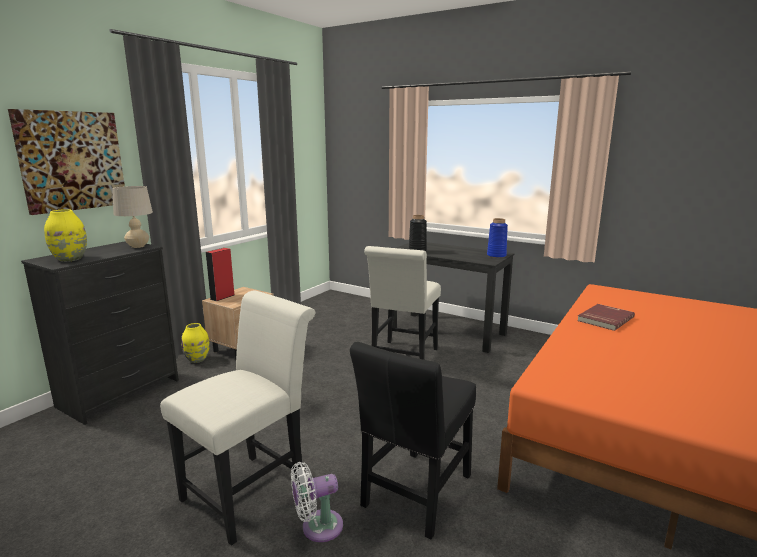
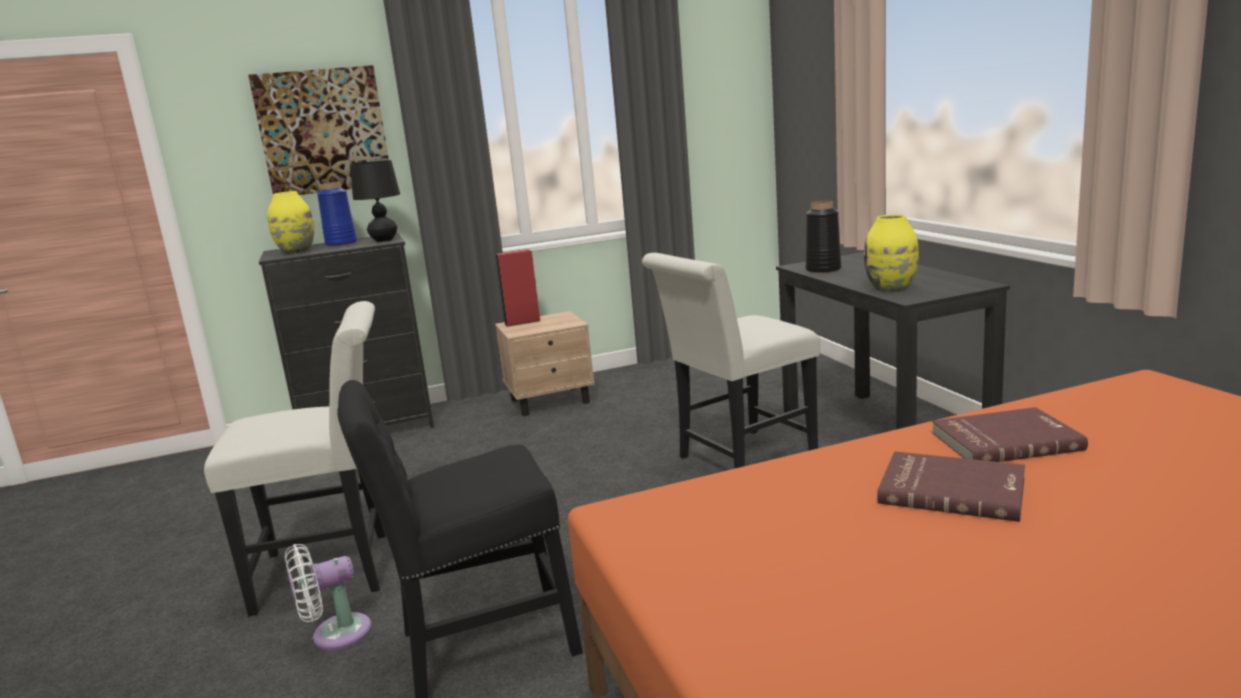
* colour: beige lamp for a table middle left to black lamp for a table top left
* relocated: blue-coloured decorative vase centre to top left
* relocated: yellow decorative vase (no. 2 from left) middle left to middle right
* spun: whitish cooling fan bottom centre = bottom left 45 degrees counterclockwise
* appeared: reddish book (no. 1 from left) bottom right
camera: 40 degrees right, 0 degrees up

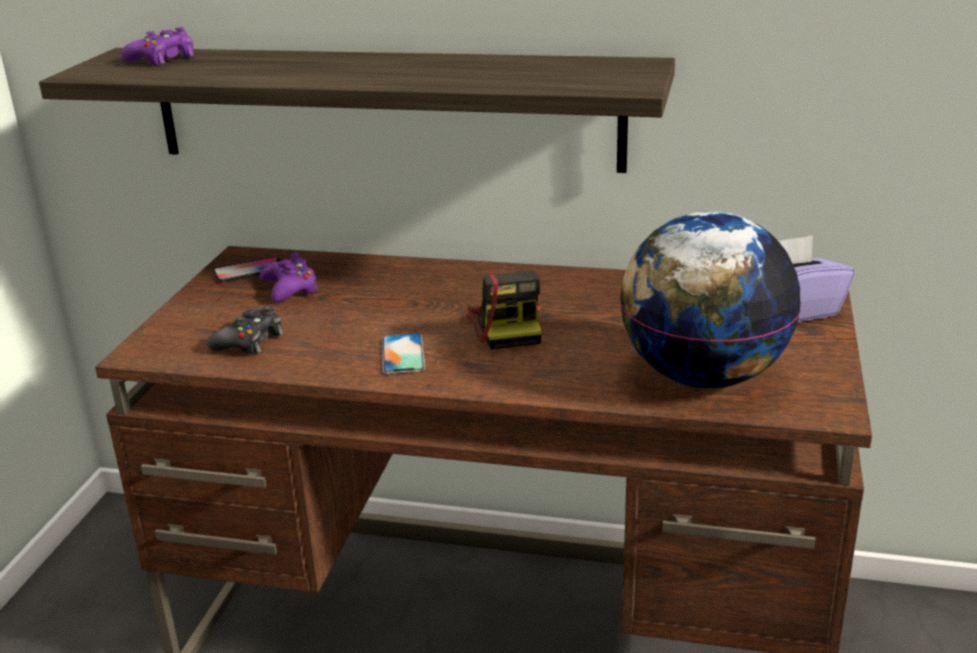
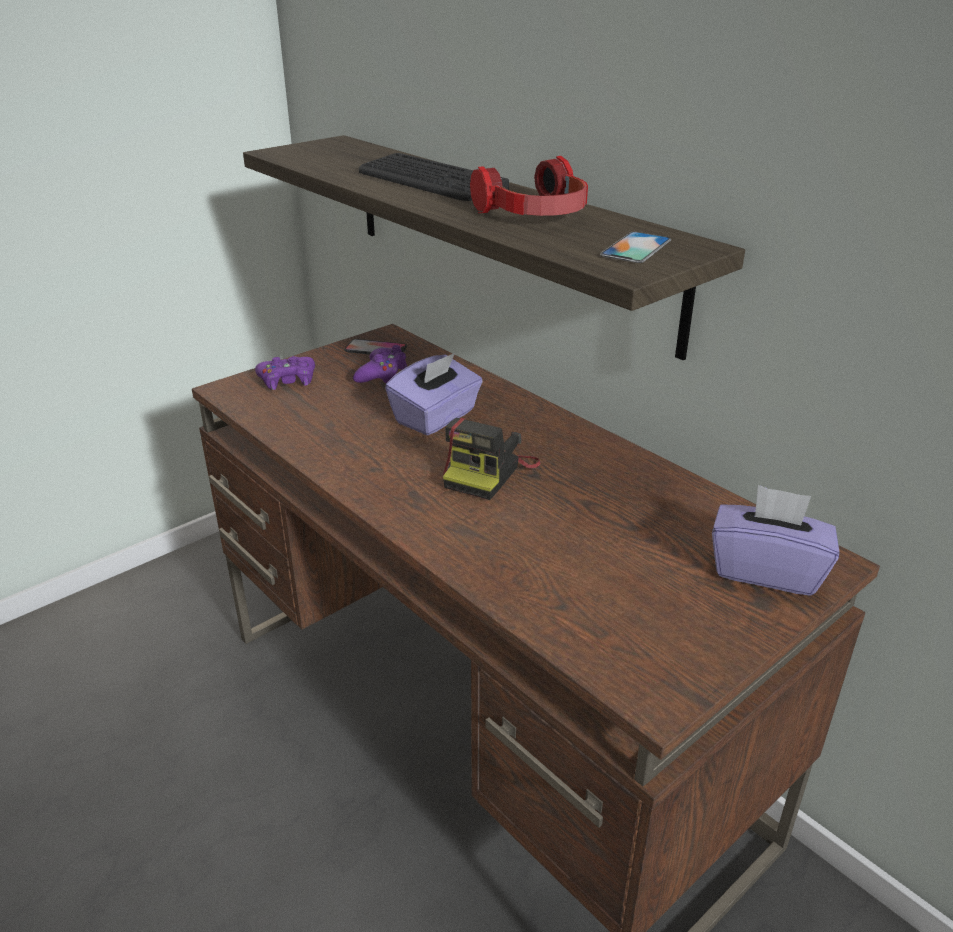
* relocated: purplish gamepad (no. 1 from left) top left to middle left
* missing: globe middle right
* missing: black gamepad middle left
* relocated: telephone (no. 2 from left) centre to top centre
* appeared: PC keyboard top centre
* appeared: headphones top centre
* appeared: purplish tissue box (no. 1 from left) centre
camera: 35 degrees right, 5 degrees up

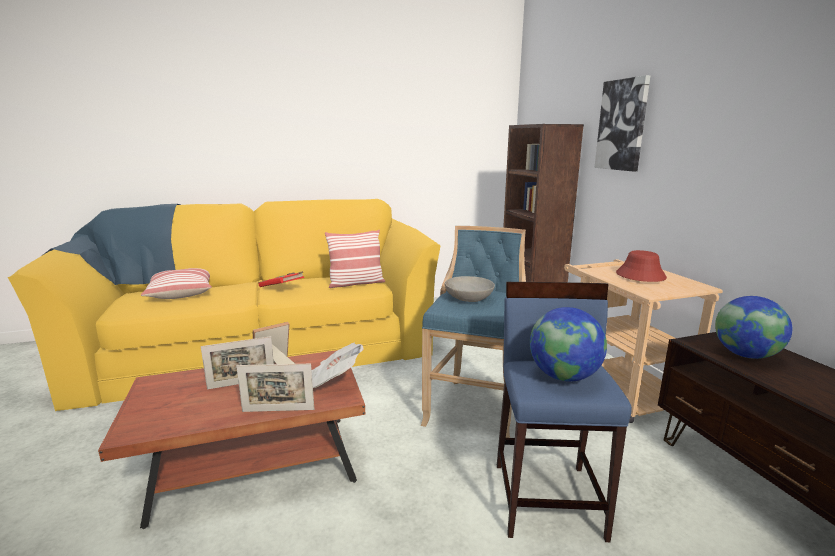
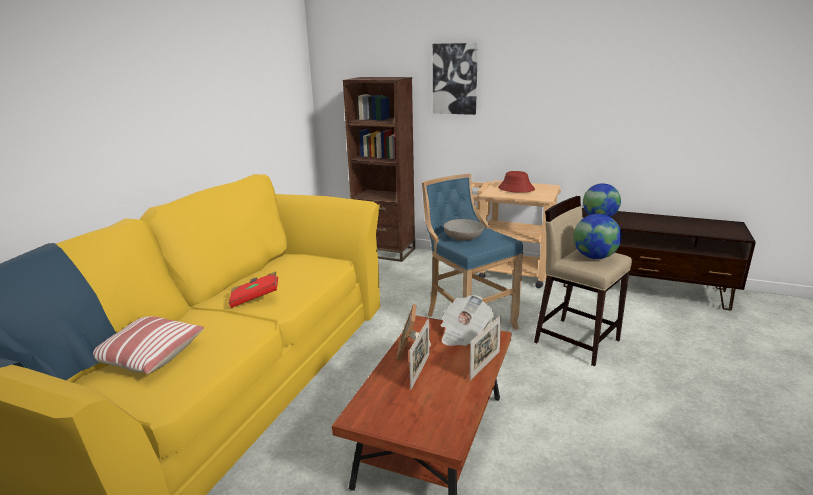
* missing: cushion (no. 2 from left) centre
* colour: blue-coloured sitting stool (no. 2 from left) bottom right to beige sitting stool middle right
camera: 50 degrees left, 5 degrees up

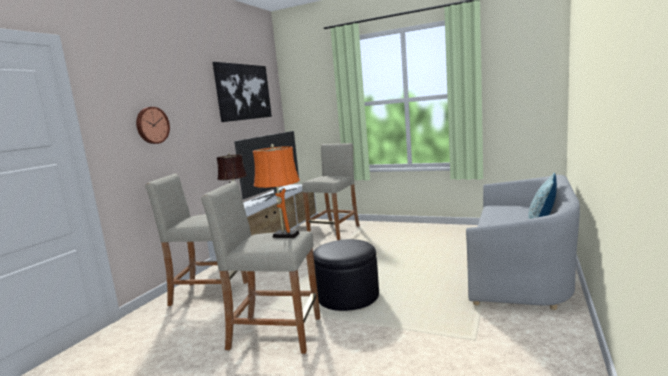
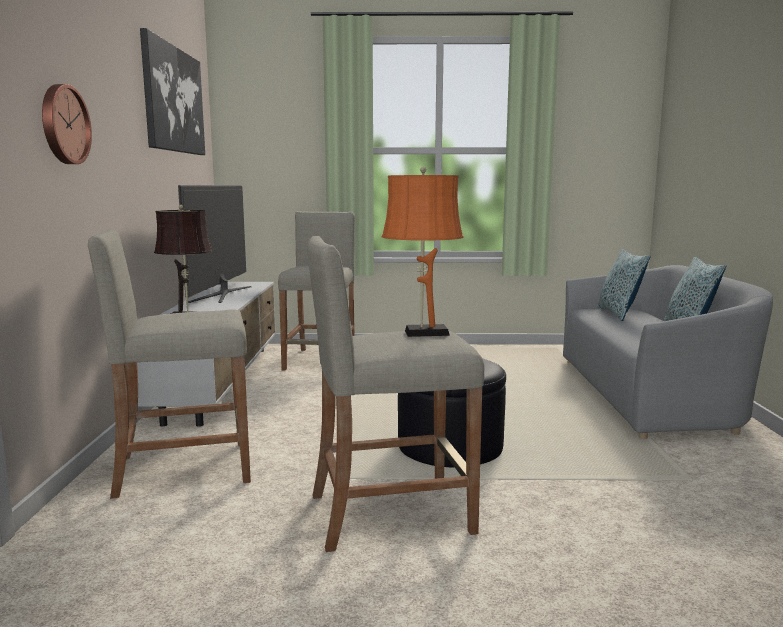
* appeared: cushion (no. 1 from left) middle right
camera: 25 degrees left, 0 degrees up

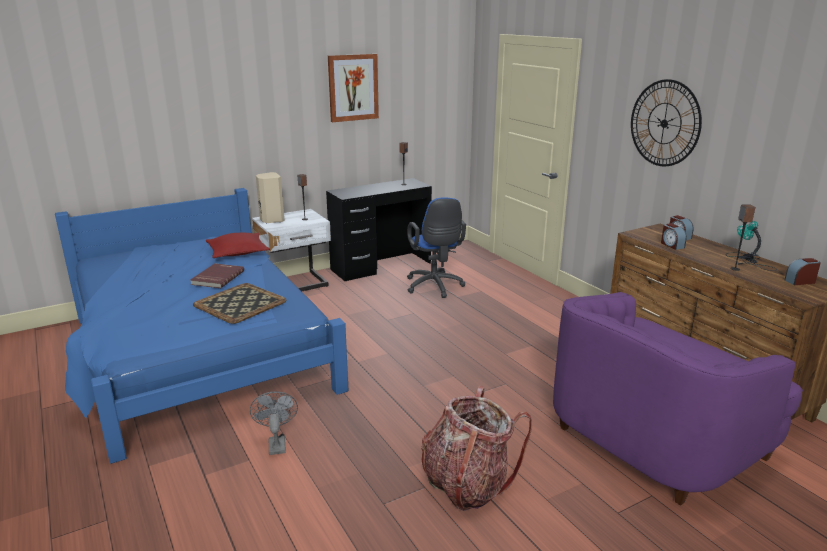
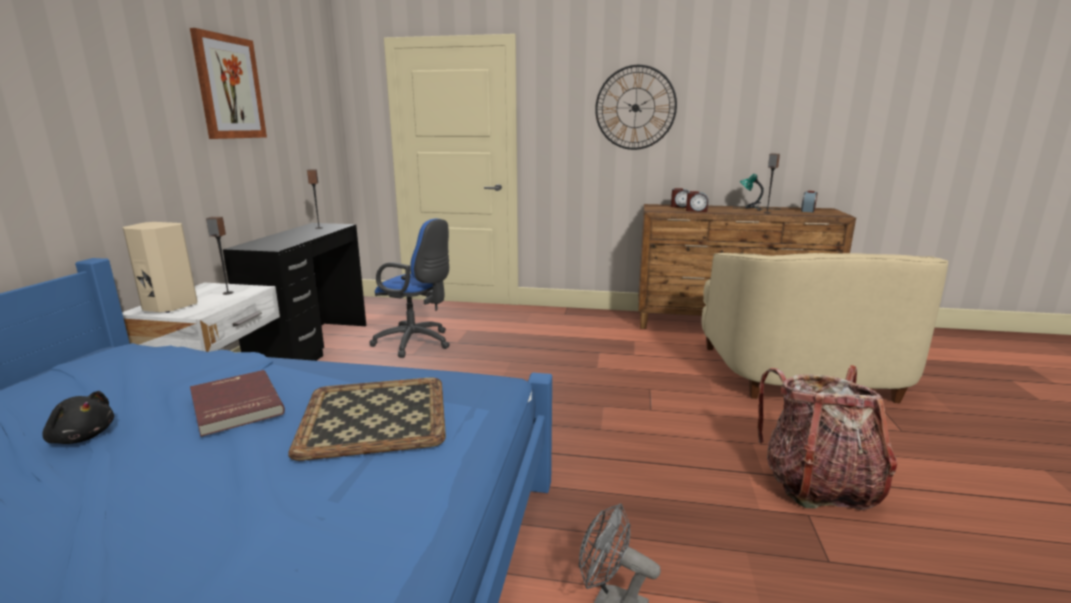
* missing: reddish cushion middle left
* colour: purplish lounge chair bottom right to beige lounge chair middle right
* appeared: black cuddly toy bottom left
camera: 50 degrees left, 5 degrees down

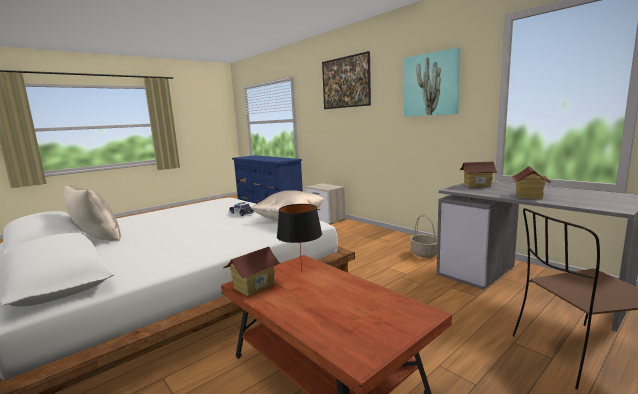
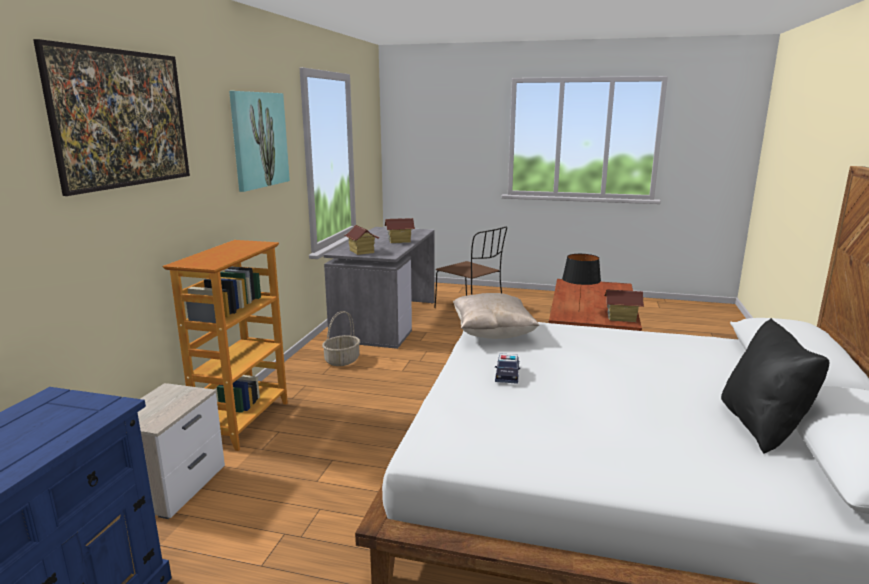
* colour: beige cushion (no. 1 from left) middle left to black cushion middle right
* appeared: bookshelf middle left
camera: 125 degrees left, 5 degrees up

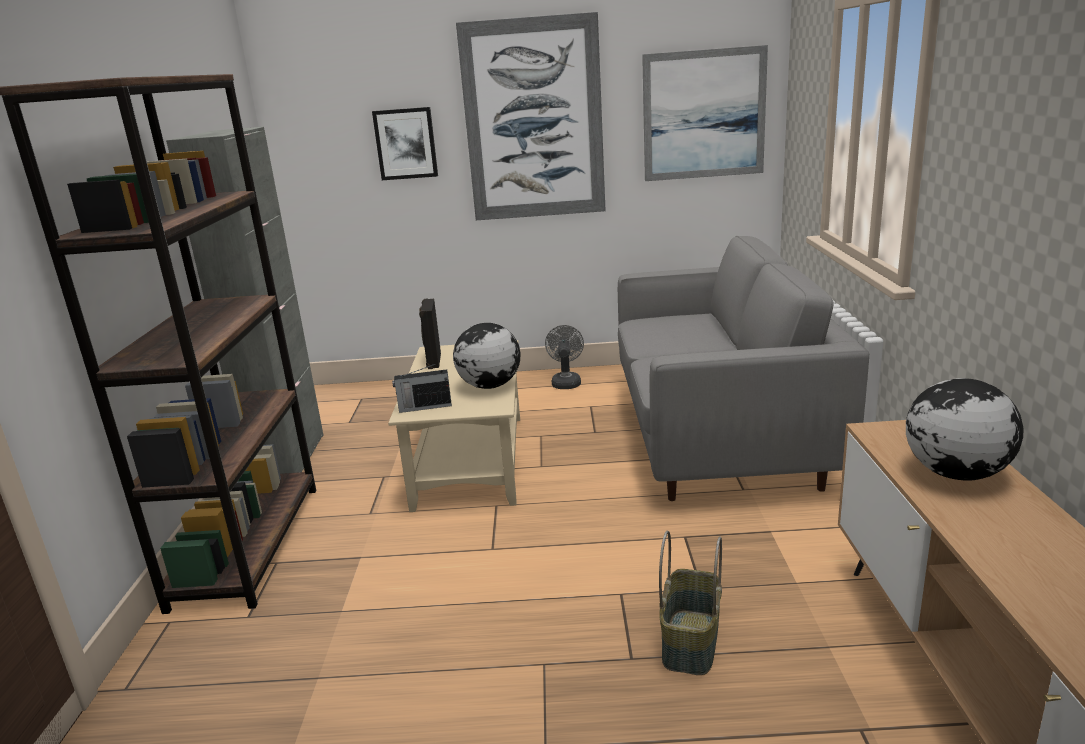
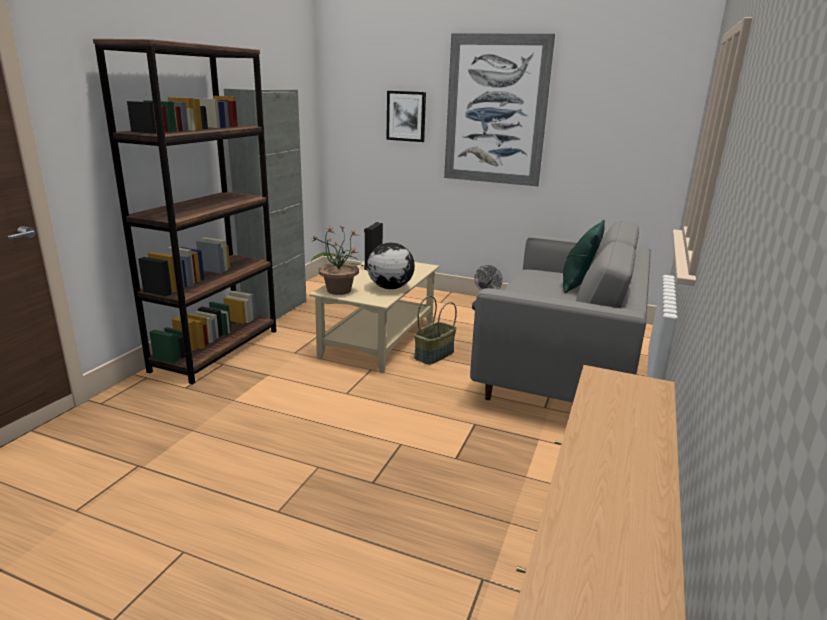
* missing: picture (no. 3 from left) top centre
* exchanged: radio receiver centre to houseplant centre
* missing: globe (no. 2 from left) middle right
* relocated: storage basket bottom centre to centre
* appeared: green-coloured cushion middle right
camera: 20 degrees right, 0 degrees up

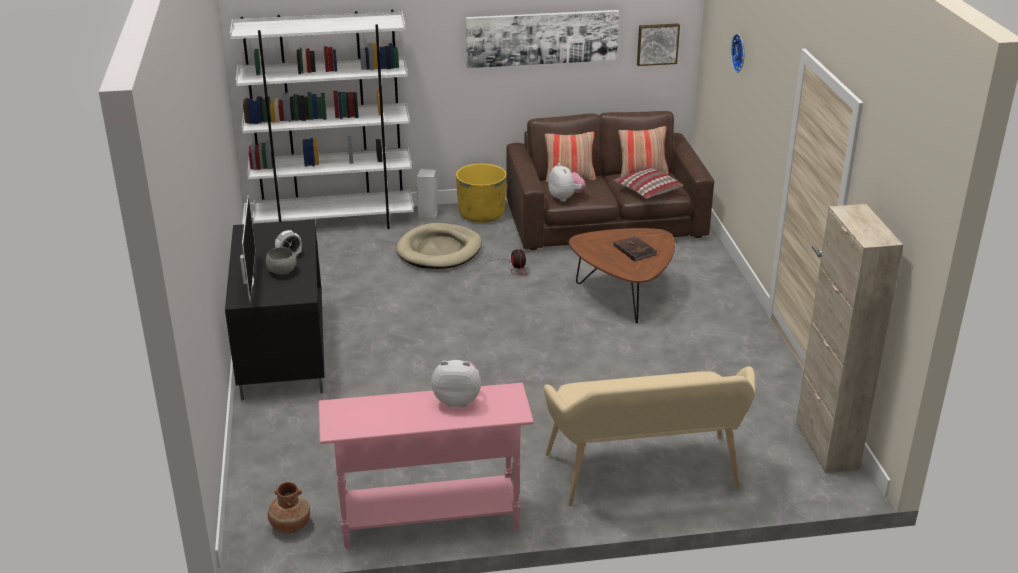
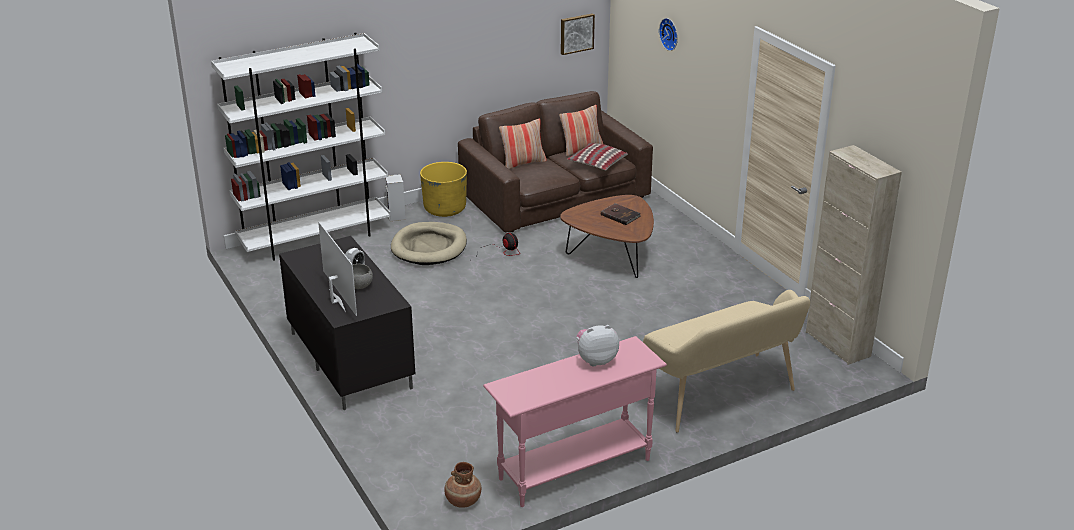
* missing: picture (no. 1 from left) top centre
* missing: cuddly toy (no. 2 from left) top centre
camera: 20 degrees left, 0 degrees up

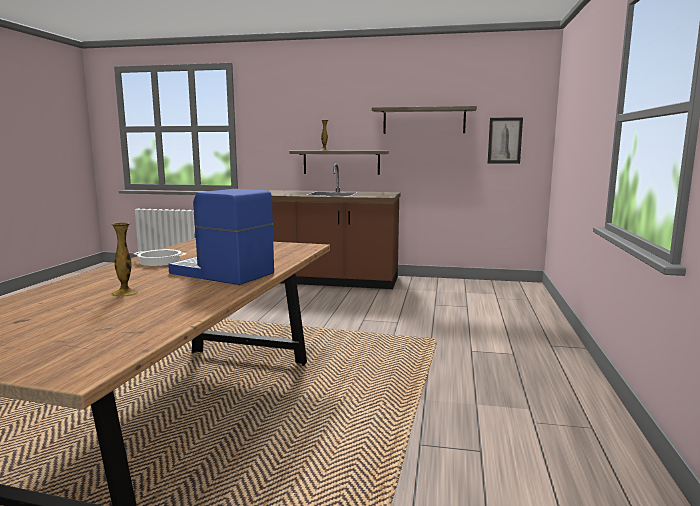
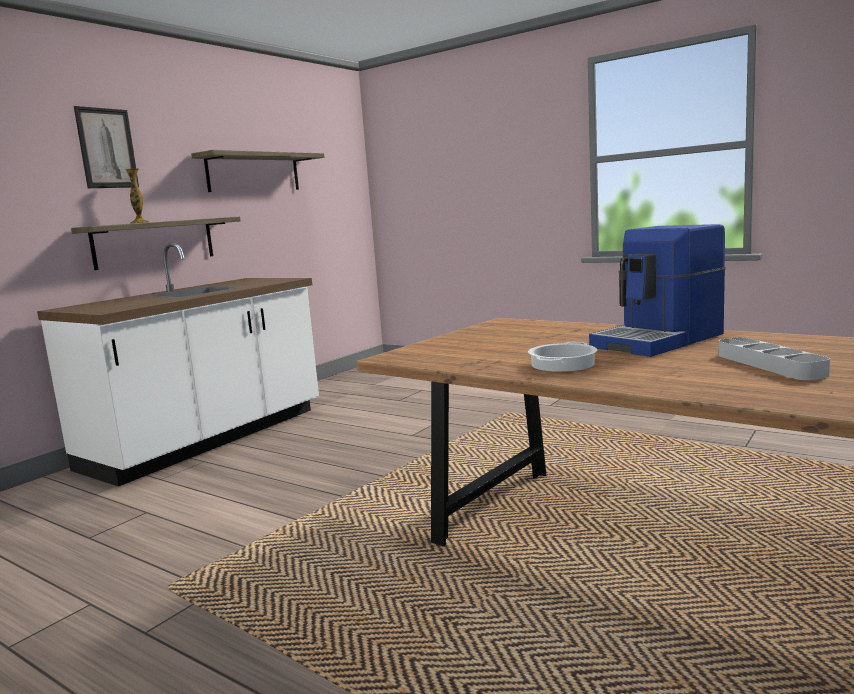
* relocated: picture top right to top left
* colour: brown kitchen counter centre to whitish kitchen counter middle left
* exchanged: decorative vase (no. 1 from left) middle left to greyish serving tray middle right
camera: 65 degrees left, 0 degrees up

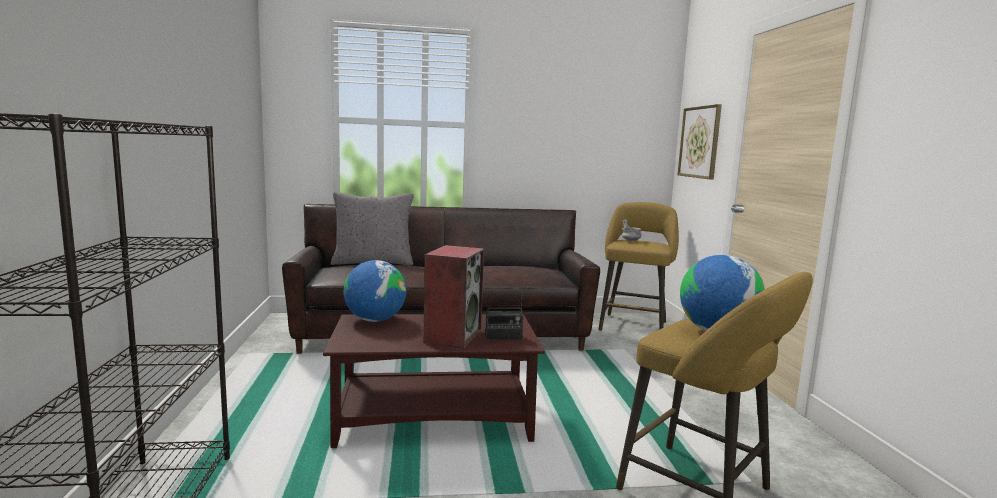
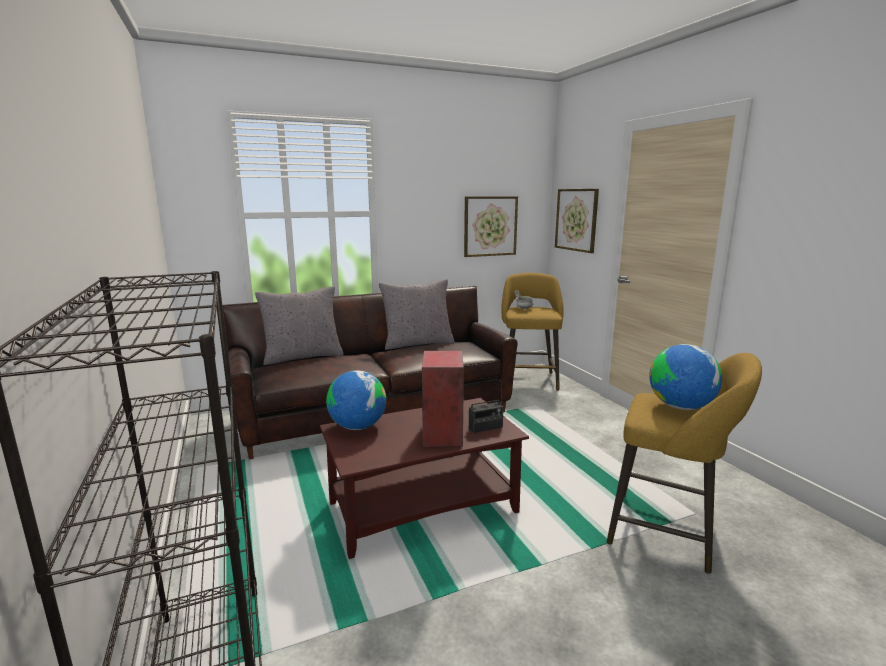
* appeared: picture (no. 1 from left) centre
* appeared: greyish cushion (no. 2 from left) centre
camera: 15 degrees left, 5 degrees up

